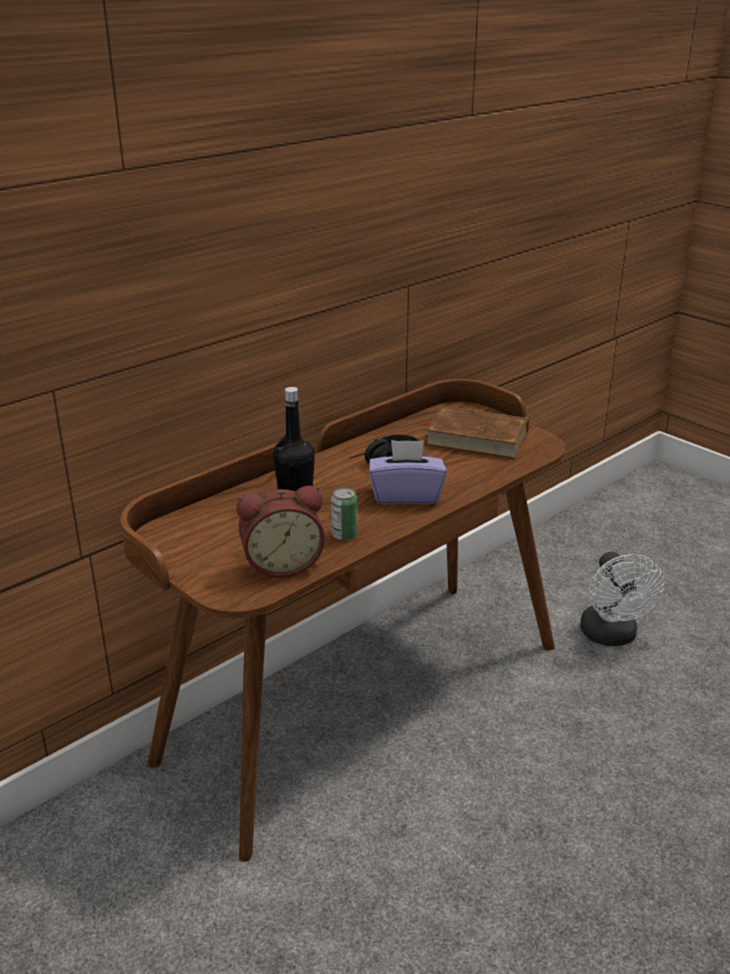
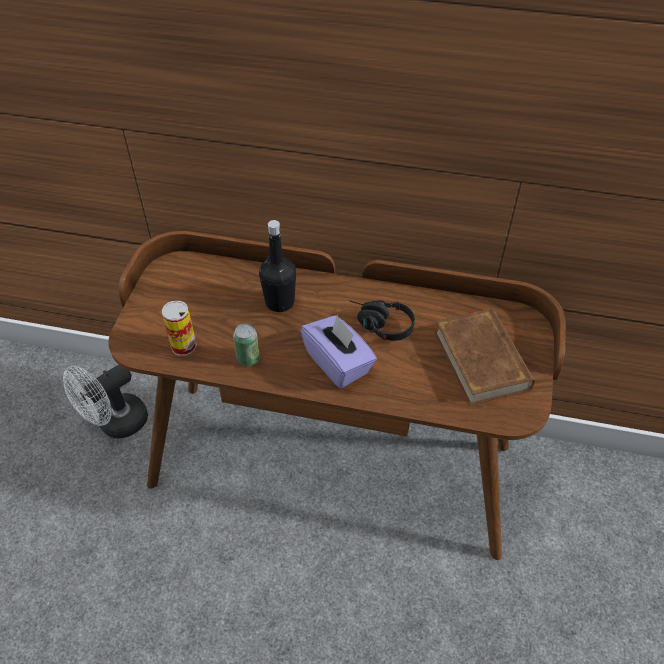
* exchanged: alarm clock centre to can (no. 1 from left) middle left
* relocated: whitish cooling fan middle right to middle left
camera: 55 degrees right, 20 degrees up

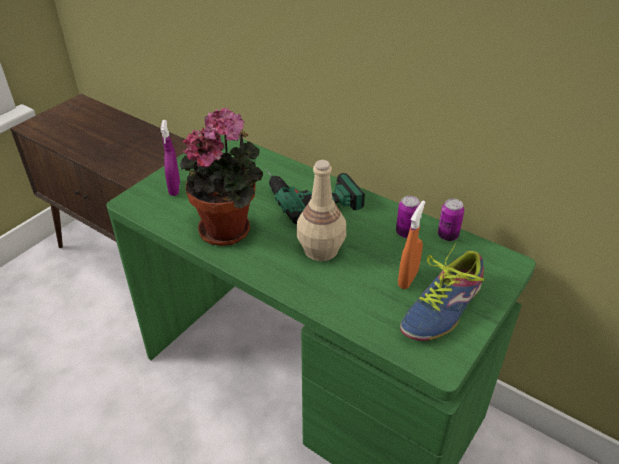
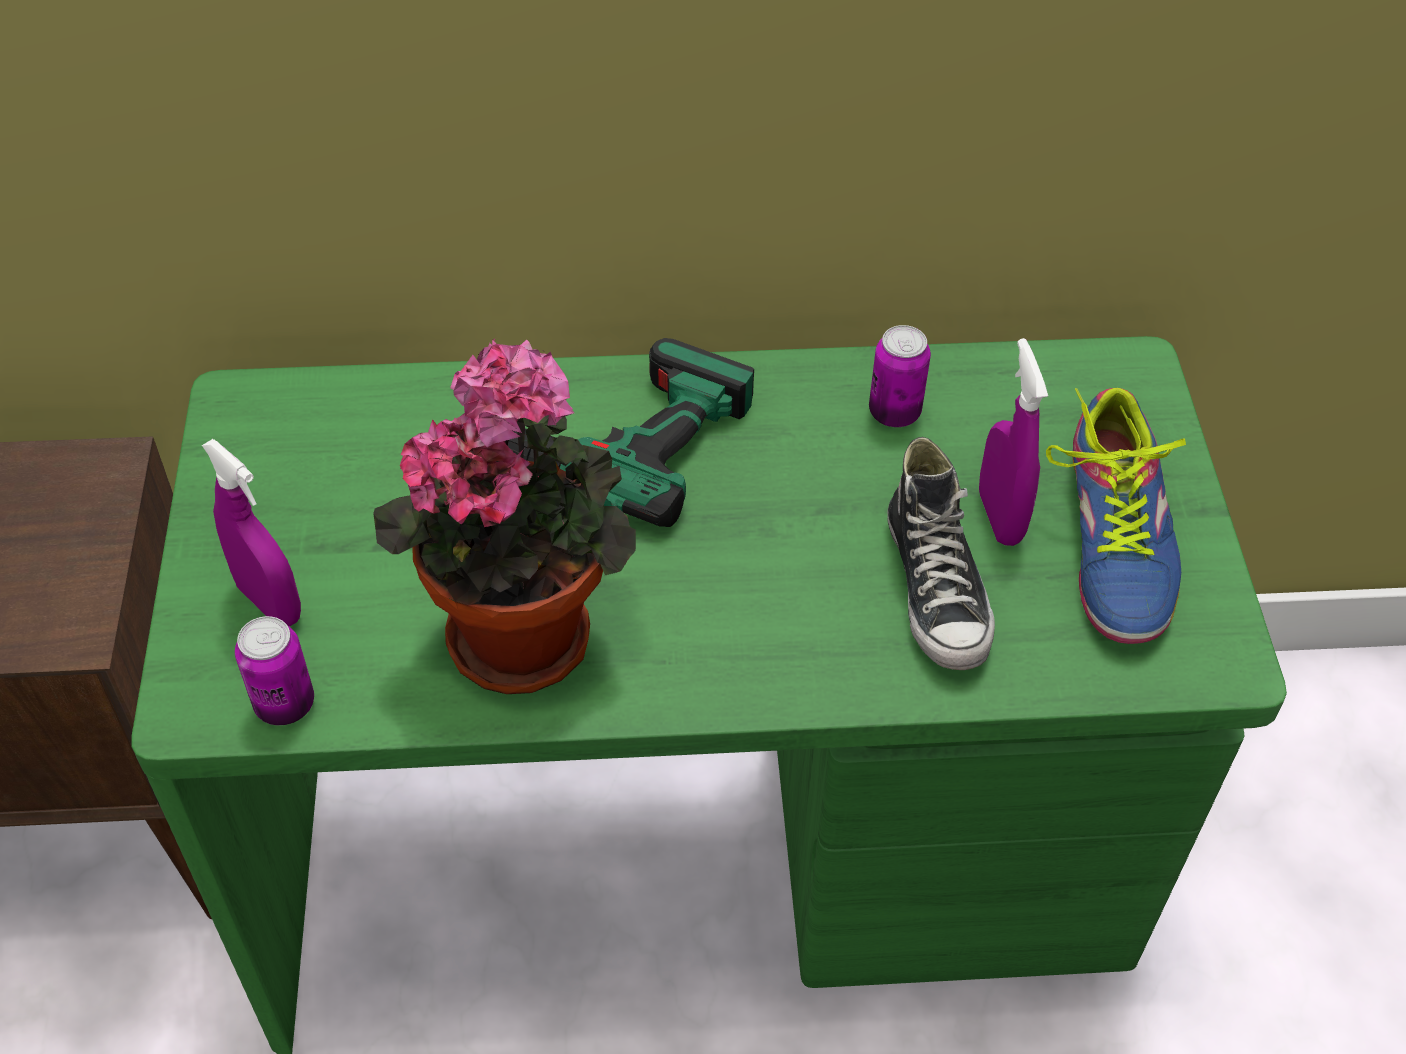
* missing: beige beverage bottle centre
* relocated: can (no. 2 from left in the first image) middle right to can (no. 1 from left) middle left
* colour: orange spray bottle centre to purplish spray bottle (no. 2 from left) middle right
* appeared: shoe (no. 1 from left) middle right
camera: 40 degrees left, 10 degrees up

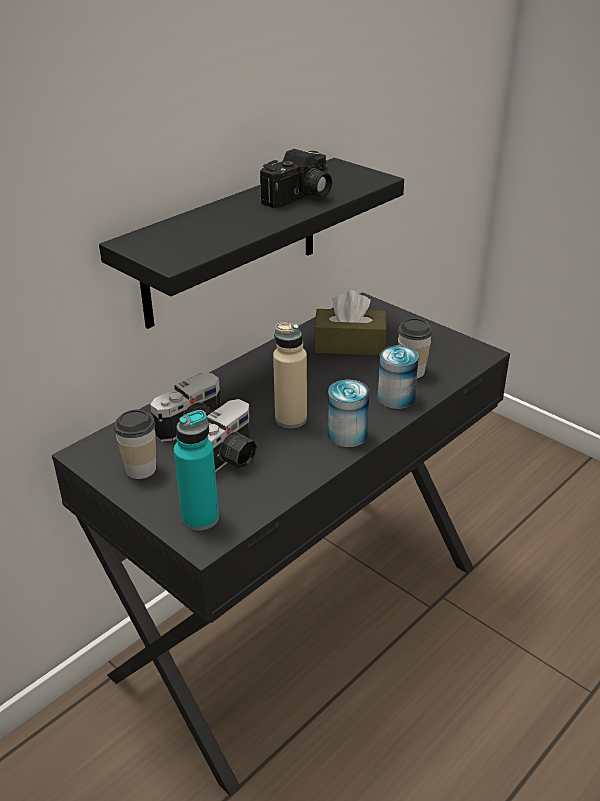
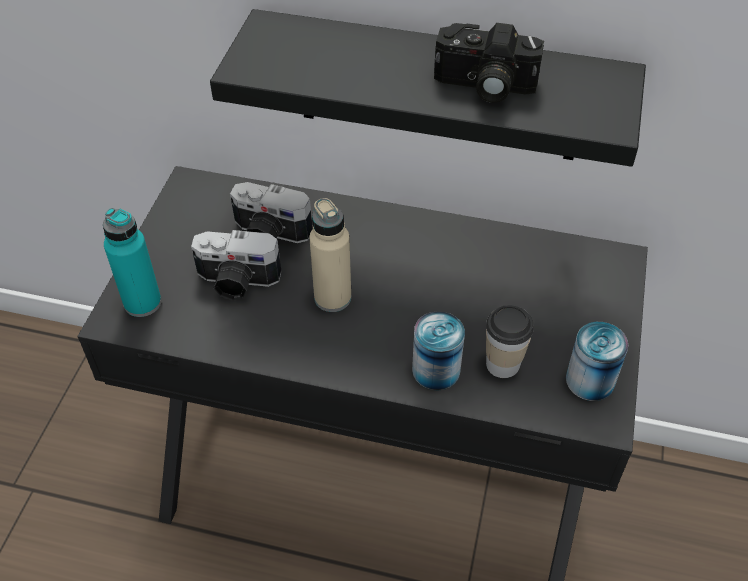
* missing: brown tissue box centre
* relocated: can (no. 1 from left in the first image) centre to can (no. 2 from left) middle right
* missing: small cup (no. 1 from left) middle left
camera: 60 degrees right, 15 degrees up

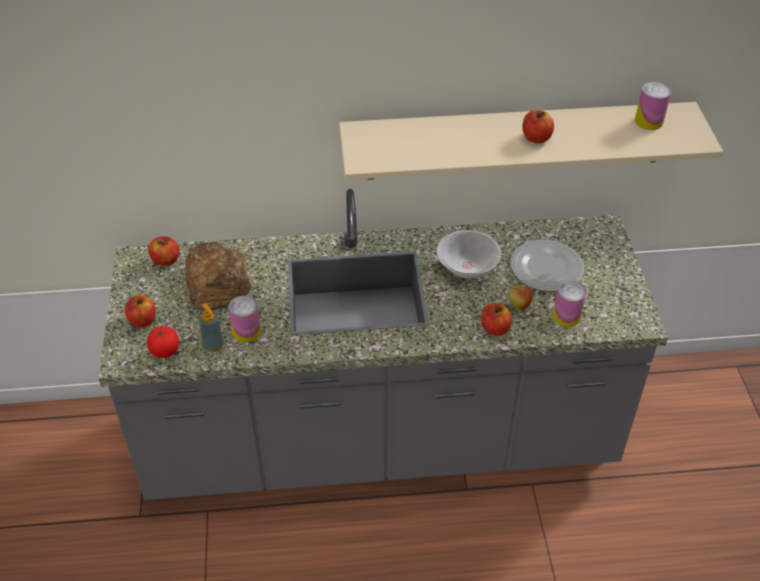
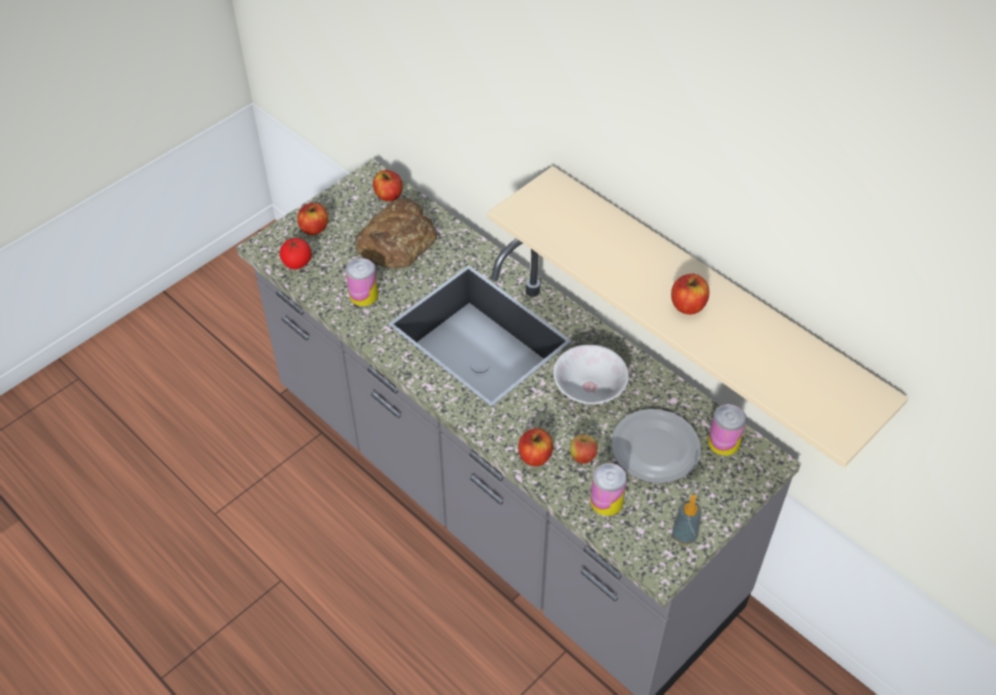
* relocated: can (no. 3 from left) top right to middle right
* relocated: liquid soap bottle middle left to bottom right
camera: 50 degrees right, 5 degrees up

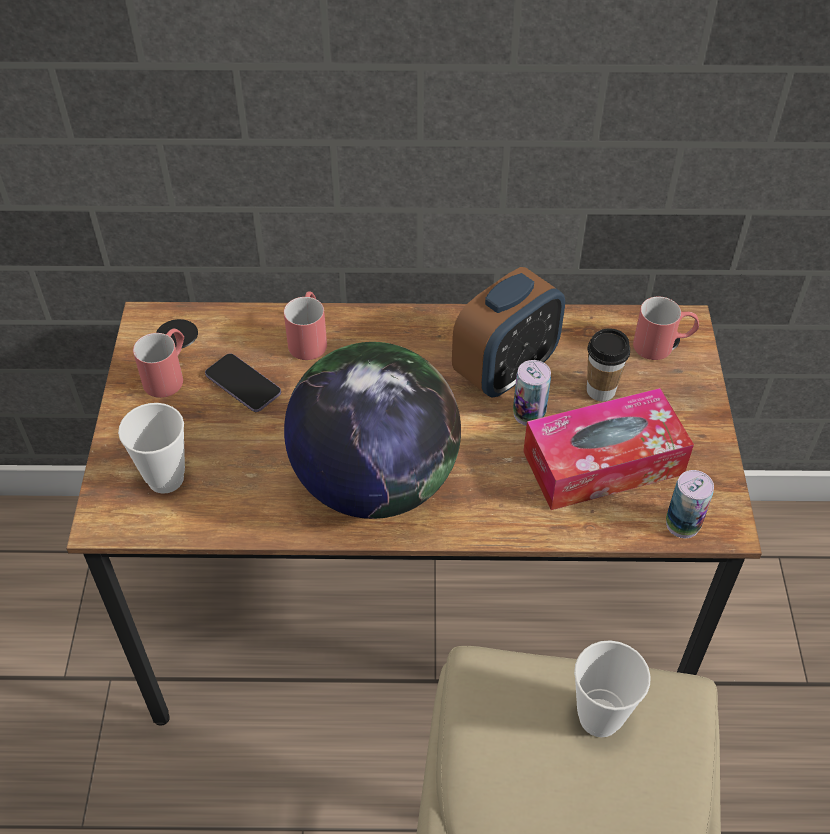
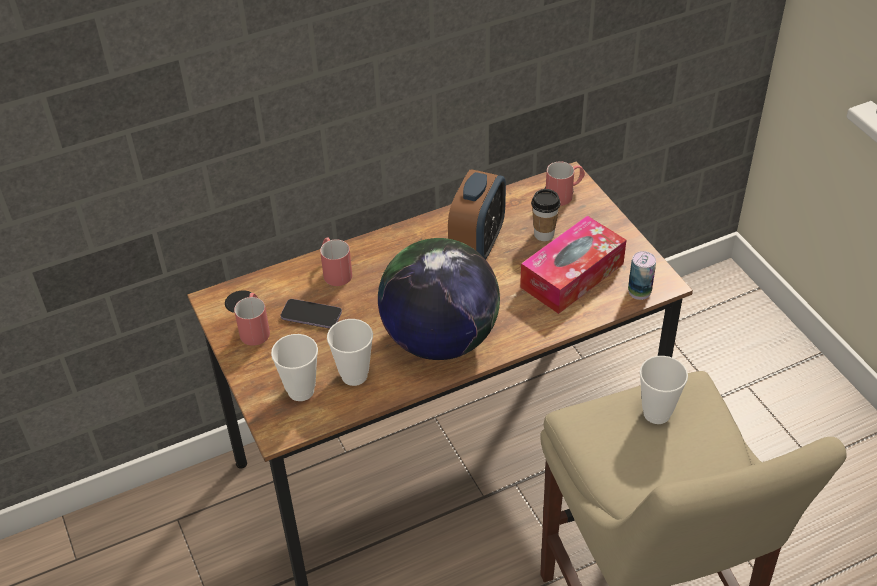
* missing: can (no. 1 from left) centre
* appeared: small cup (no. 2 from left) centre
camera: 25 degrees left, 5 degrees down

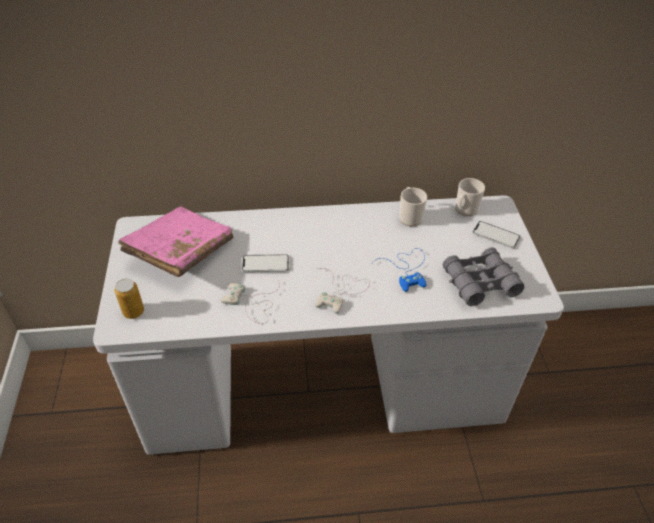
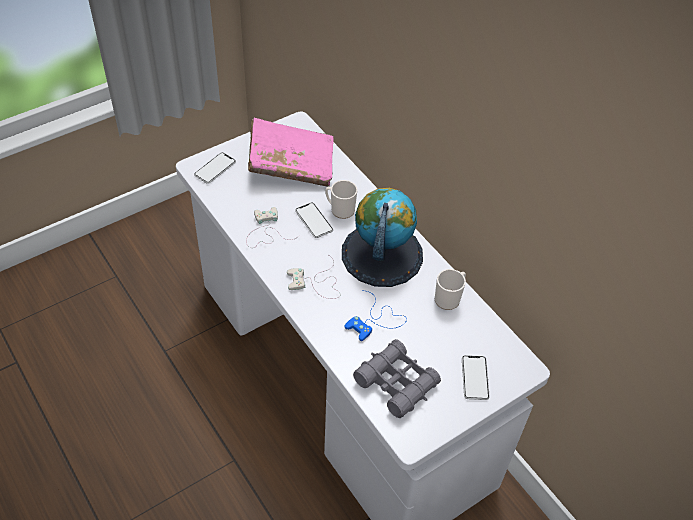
* relocated: mug (no. 2 from left in the first image) middle right to mug (no. 1 from left) centre
* exchanged: can middle left to telephone (no. 1 from left) top left
* appeared: globe centre
camera: 60 degrees right, 5 degrees up

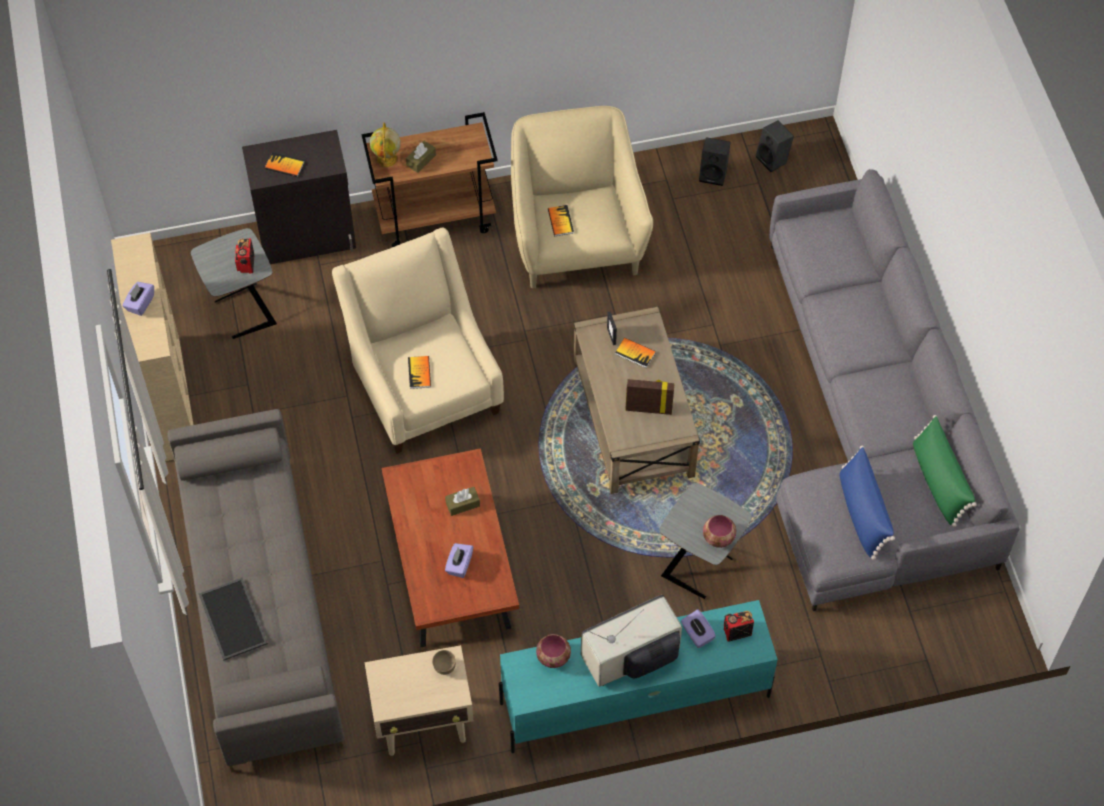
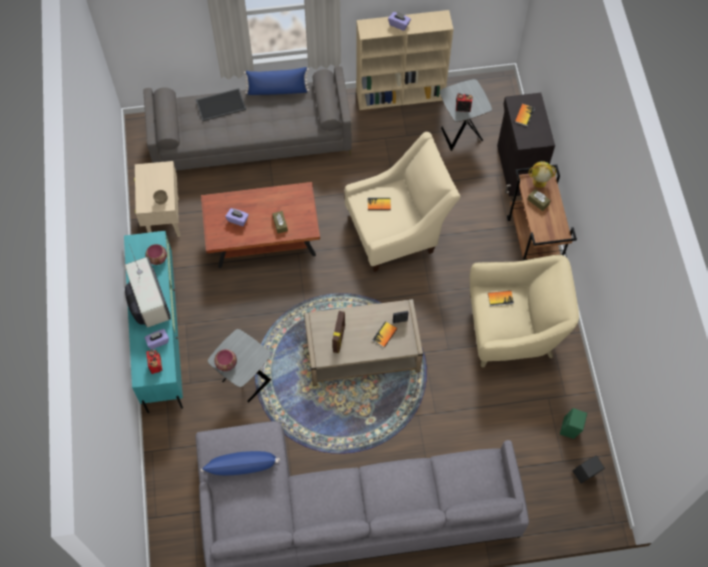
* colour: black speaker (no. 1 from left) top centre to green-coloured speaker bottom right
* missing: green-coloured cushion middle right
* appeared: blue-coloured cushion (no. 2 from left) top centre
camera: 95 degrees right, 5 degrees up

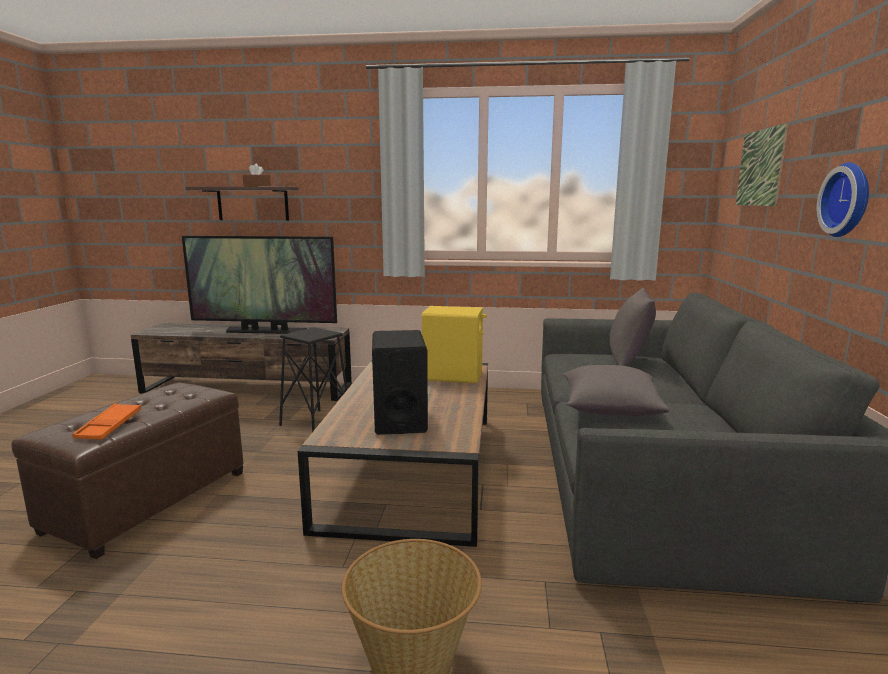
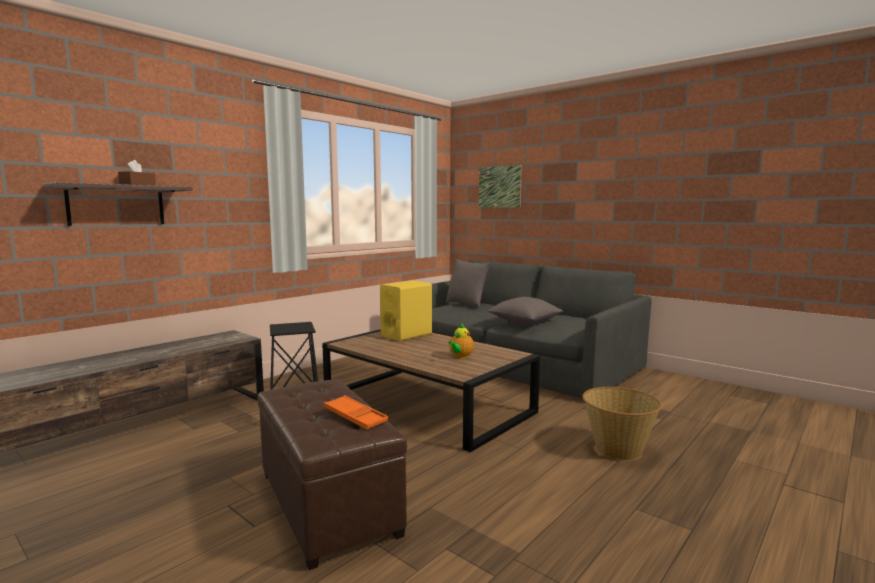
* missing: hanging clock top right
* missing: television middle left
* exchanged: black speaker centre to teapot centre
camera: 55 degrees left, 5 degrees down

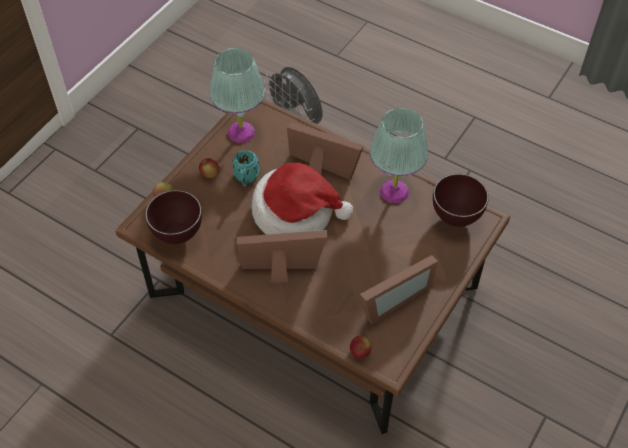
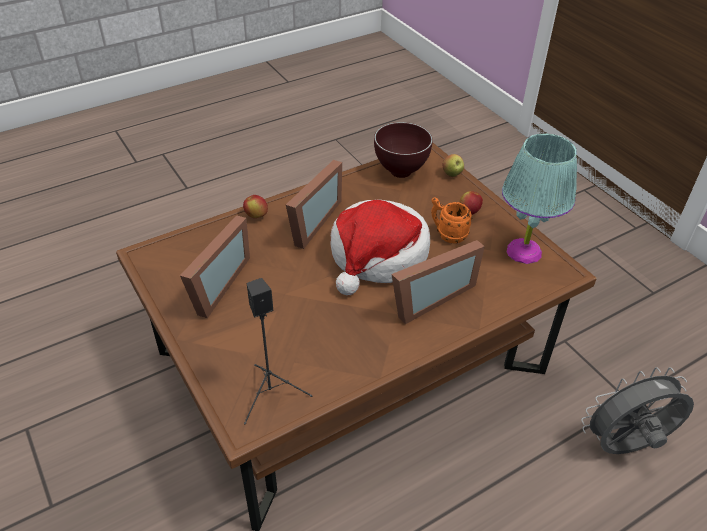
* missing: blue-green lamp for a table (no. 2 from left) centre
* colour: blue-green mug centre to orange mug centre
* exchanged: brown bowl (no. 2 from left) middle right to black speaker centre
* spun: photo frame (no. 3 from left in the first image) centre = middle left 150 degrees counterclockwise
* relocated: whole apple (no. 3 from left in the first image) bottom centre to whole apple (no. 1 from left) centre
camera: 115 degrees right, 10 degrees down

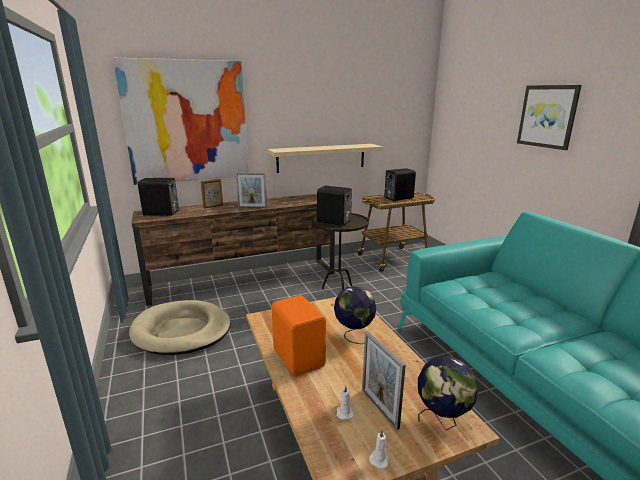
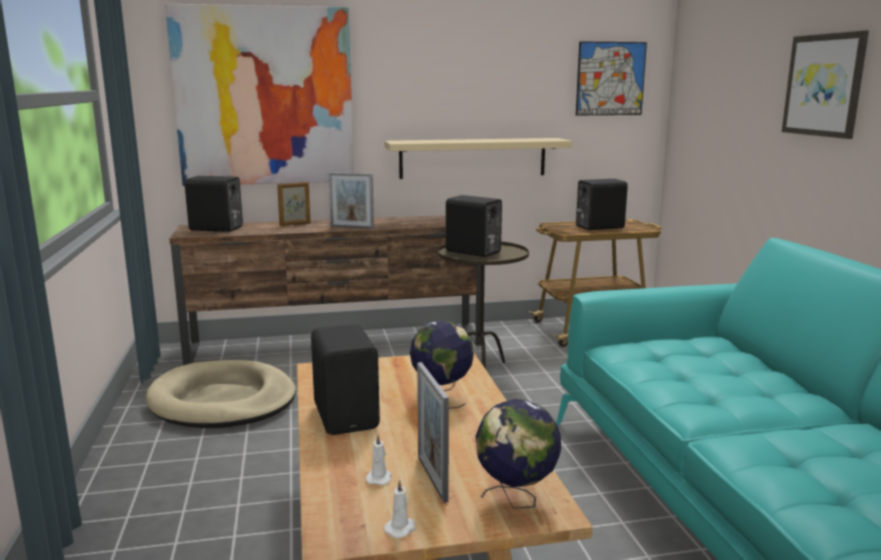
* colour: orange speaker bottom centre to black speaker (no. 2 from left) bottom centre
* appeared: picture (no. 2 from left) top right
camera: 10 degrees right, 5 degrees down

